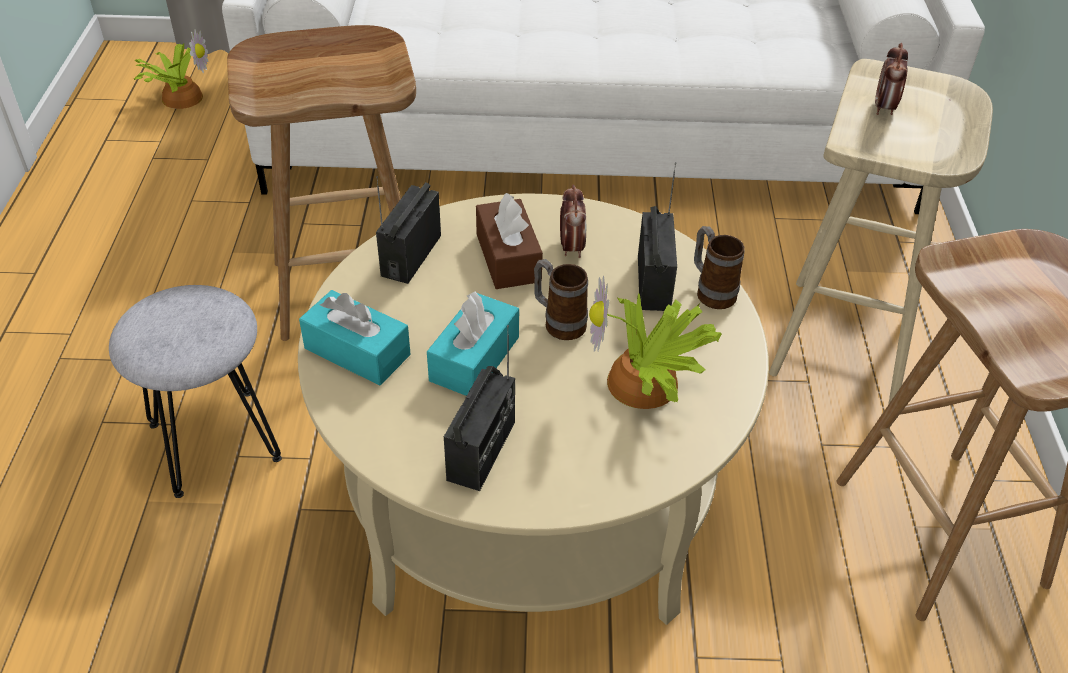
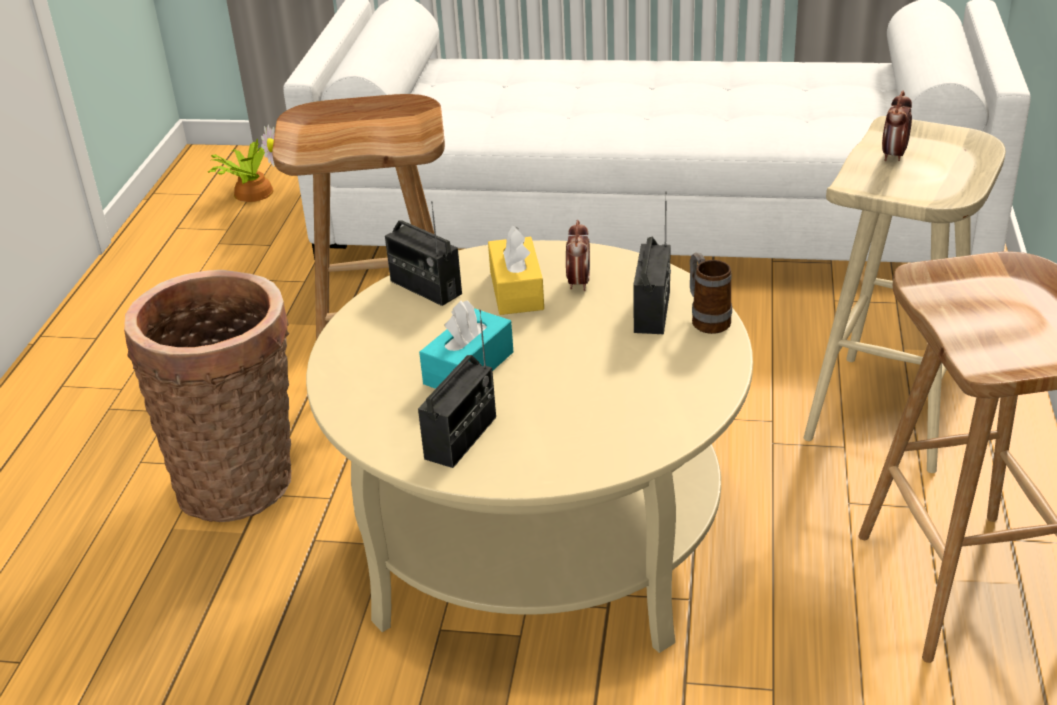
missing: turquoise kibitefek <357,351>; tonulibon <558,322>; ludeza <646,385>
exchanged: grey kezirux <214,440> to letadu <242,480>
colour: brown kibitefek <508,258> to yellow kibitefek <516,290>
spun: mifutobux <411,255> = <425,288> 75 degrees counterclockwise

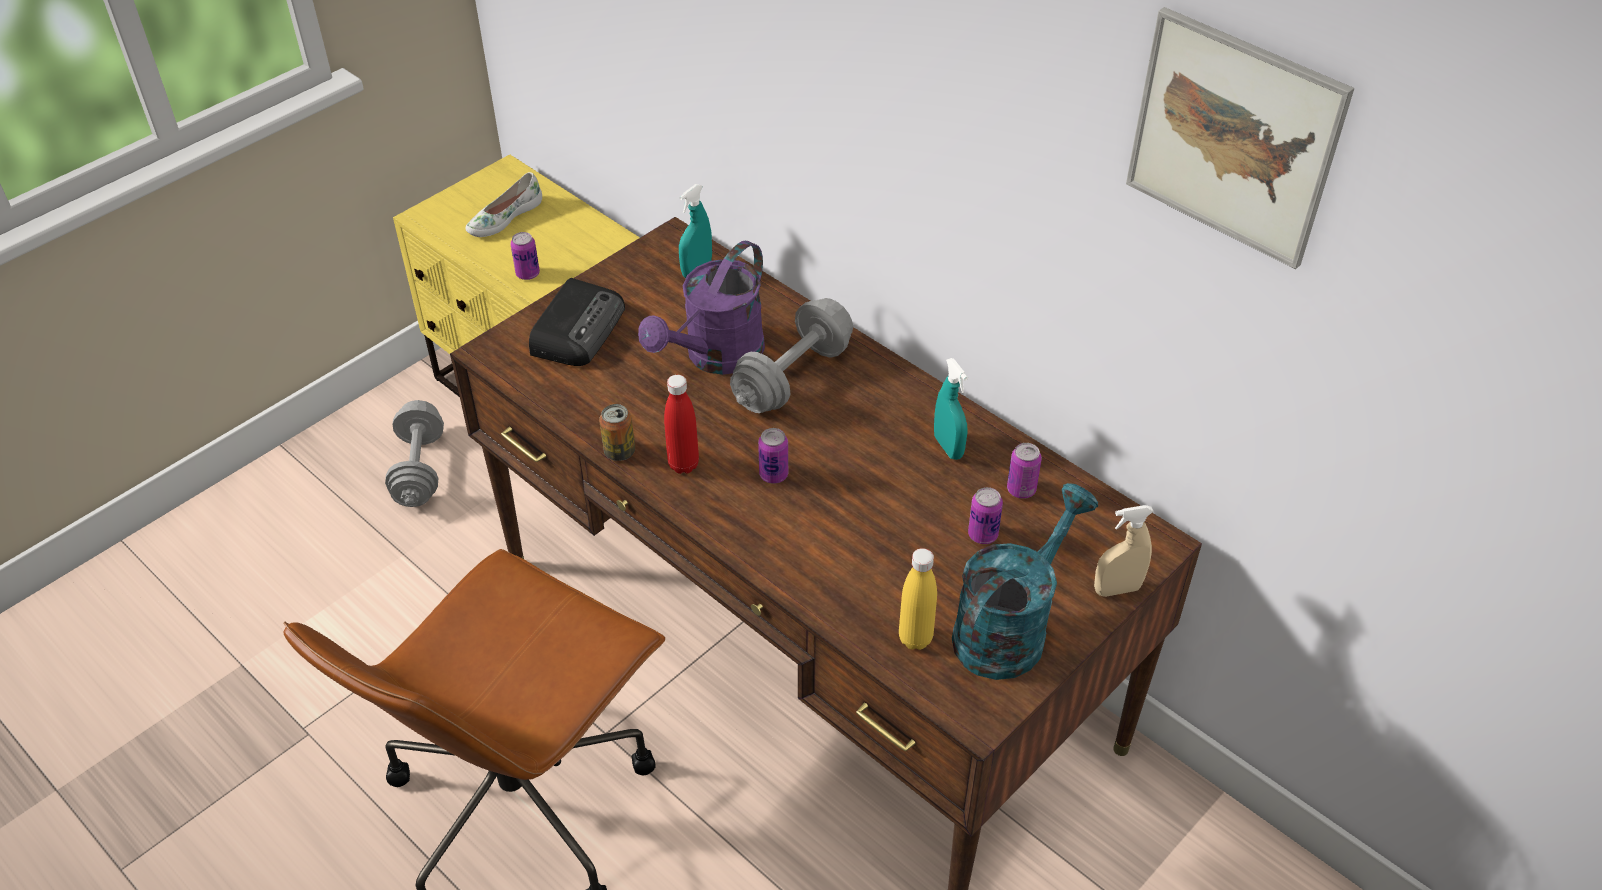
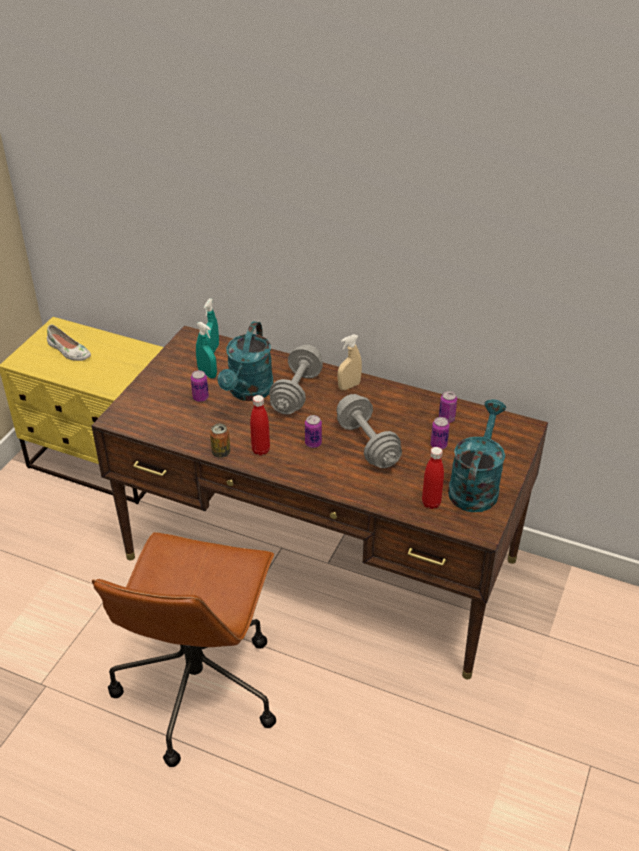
missing: mifutobux <578,329>; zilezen <1233,137>
relocated: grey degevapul <419,469> to <367,444>; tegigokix <527,274> to <200,398>; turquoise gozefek <948,447> to <207,373>; beige gozefek <1117,589> to <349,386>
colour: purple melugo <716,357> to turquoise melugo <248,392>; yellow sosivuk <915,638> to red sosivuk <431,503>
spun: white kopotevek <504,217> = <69,351> 75 degrees counterclockwise

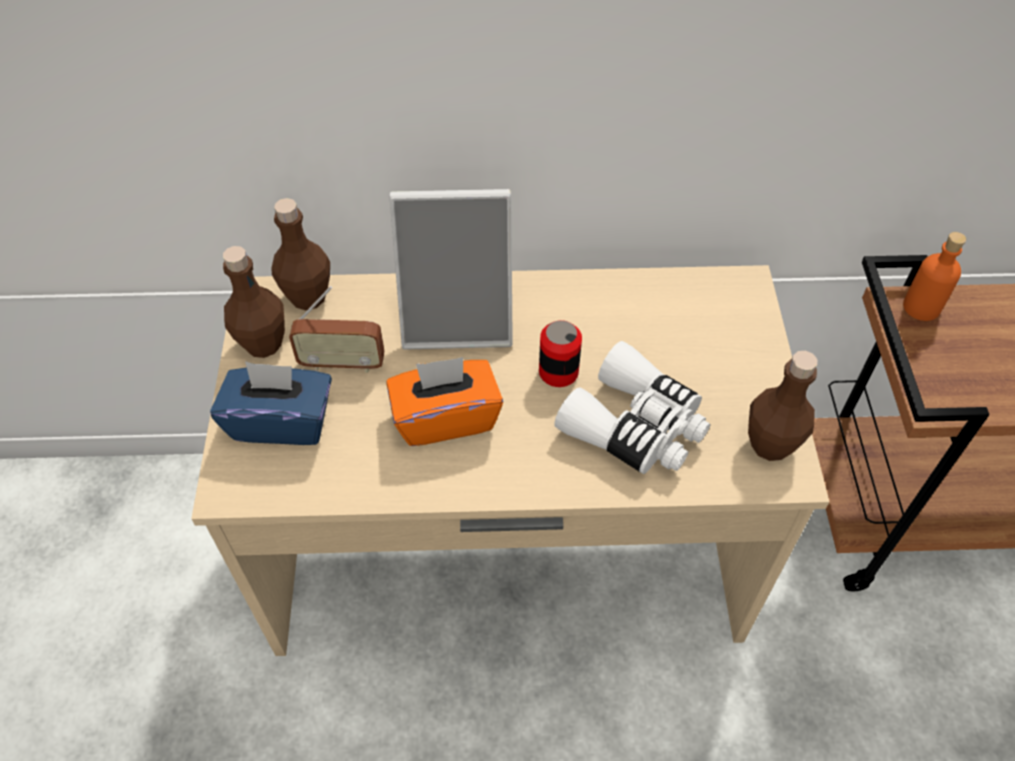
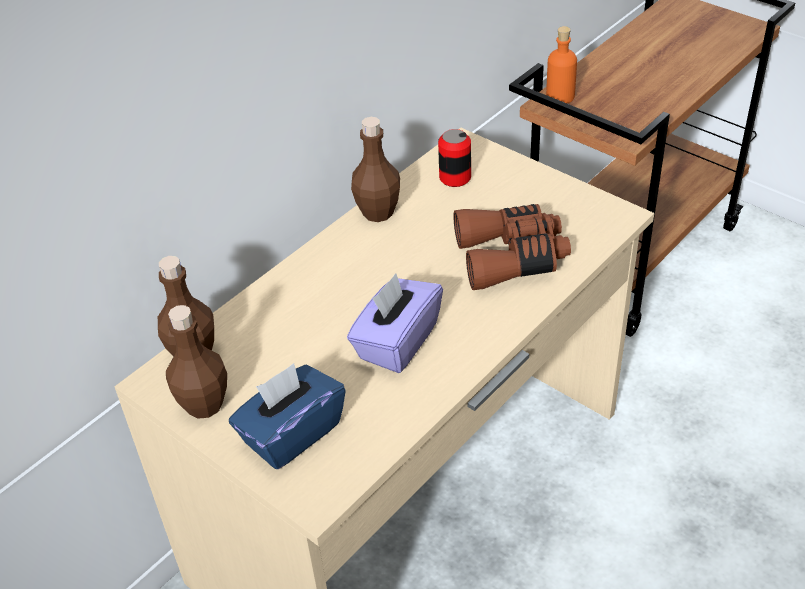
missing: mifutobux <342,363>; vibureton <458,318>
relocated: tegigokix <558,372> to <455,177>; brown sosivuk <770,444> to <378,212>
colour: orange kibitefek <445,418> to purple kibitefek <397,342>; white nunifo <636,426> to brown nunifo <511,257>

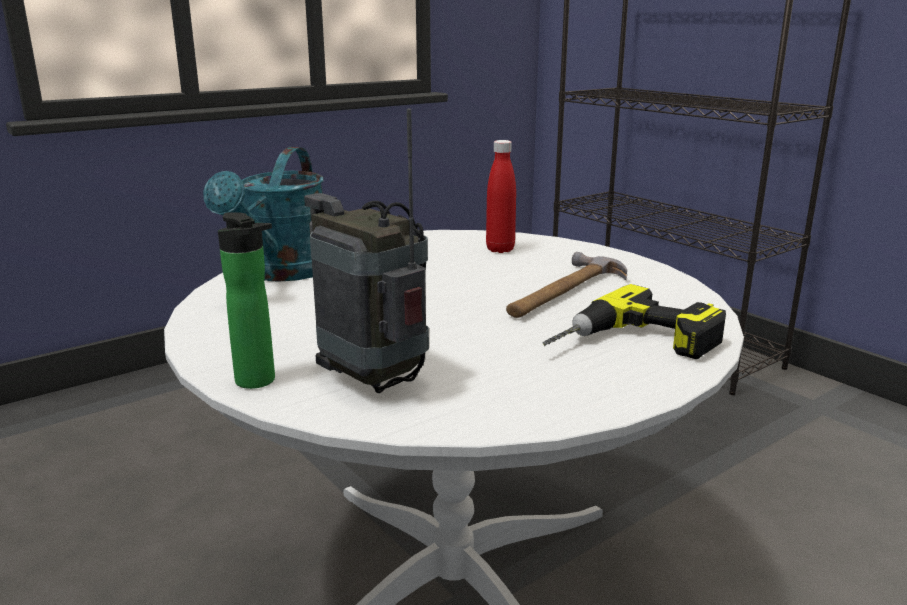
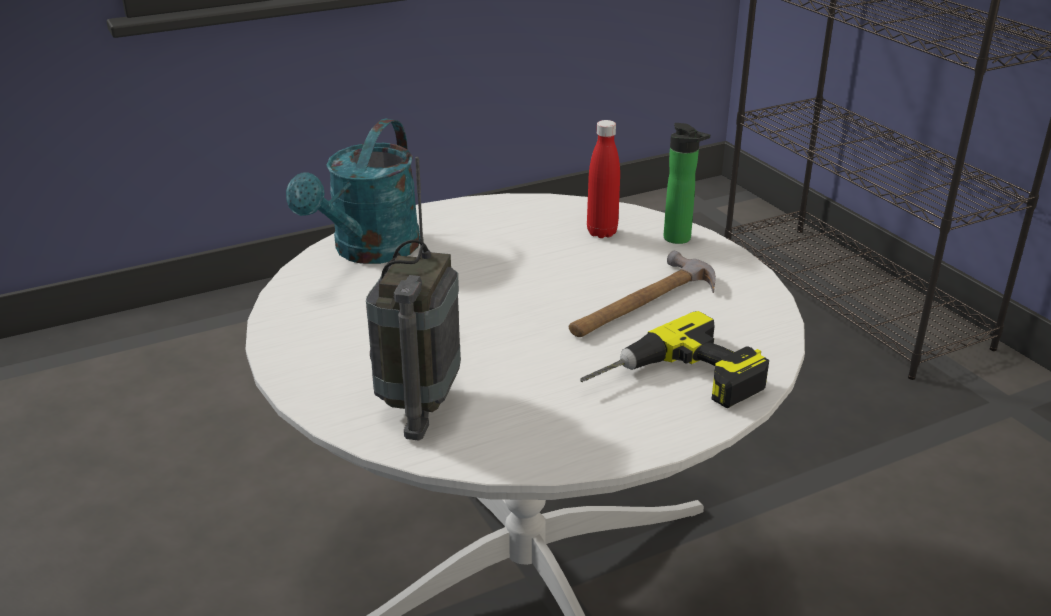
relocated: sosivuk <259,382> to <680,239>
spun: mifutobux <373,380> = <419,403> 135 degrees counterclockwise

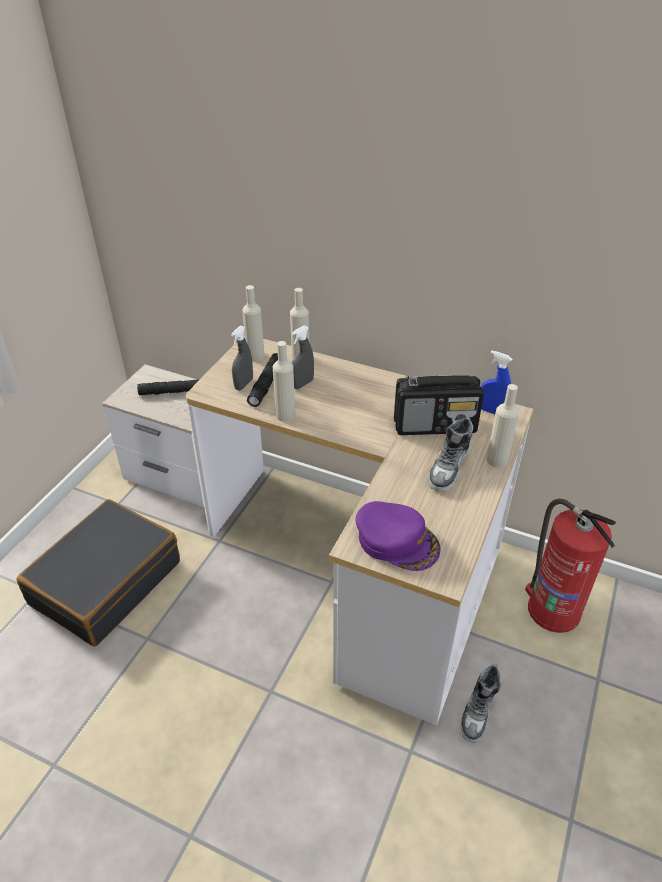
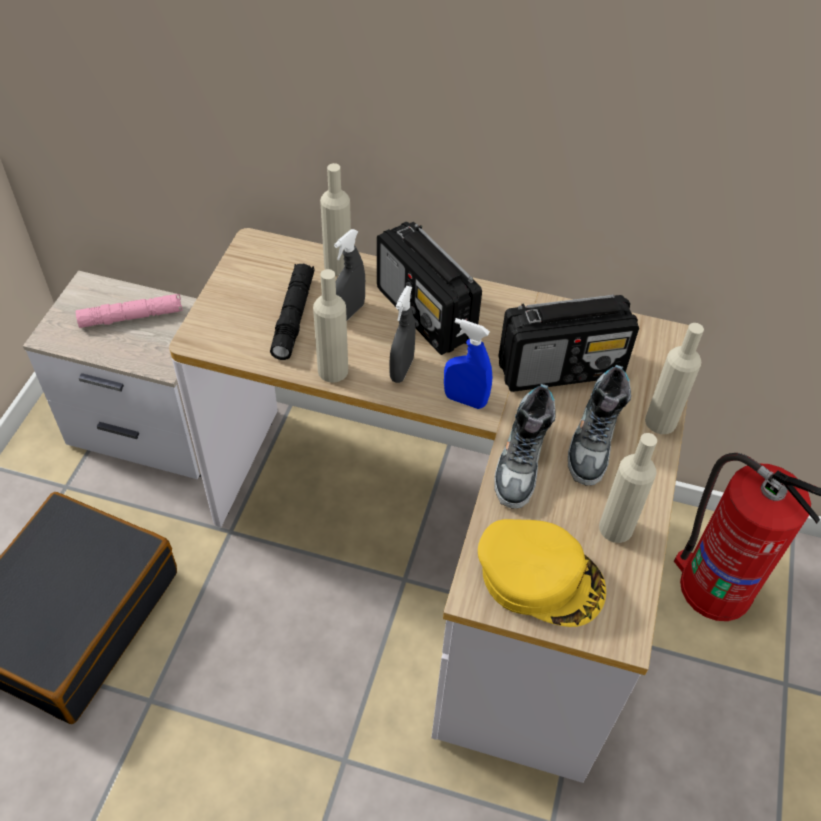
appeared: mifutobux <426,314>
relocated: grey gozefek <244,384> to <401,369>; beige sosivuk <255,356> to <616,528>; kopotevek <478,710> to <521,462>; blue gozefek <491,411> to <465,400>
colour: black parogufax <172,392> to pink parogufax <131,317>; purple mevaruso <397,540> to yellow mevaruso <540,576>

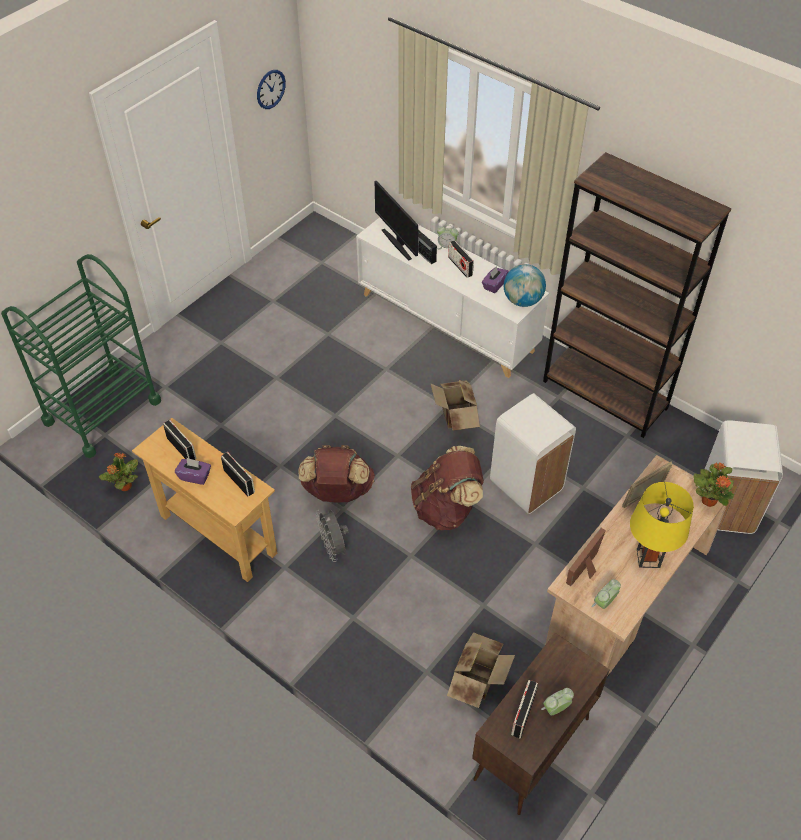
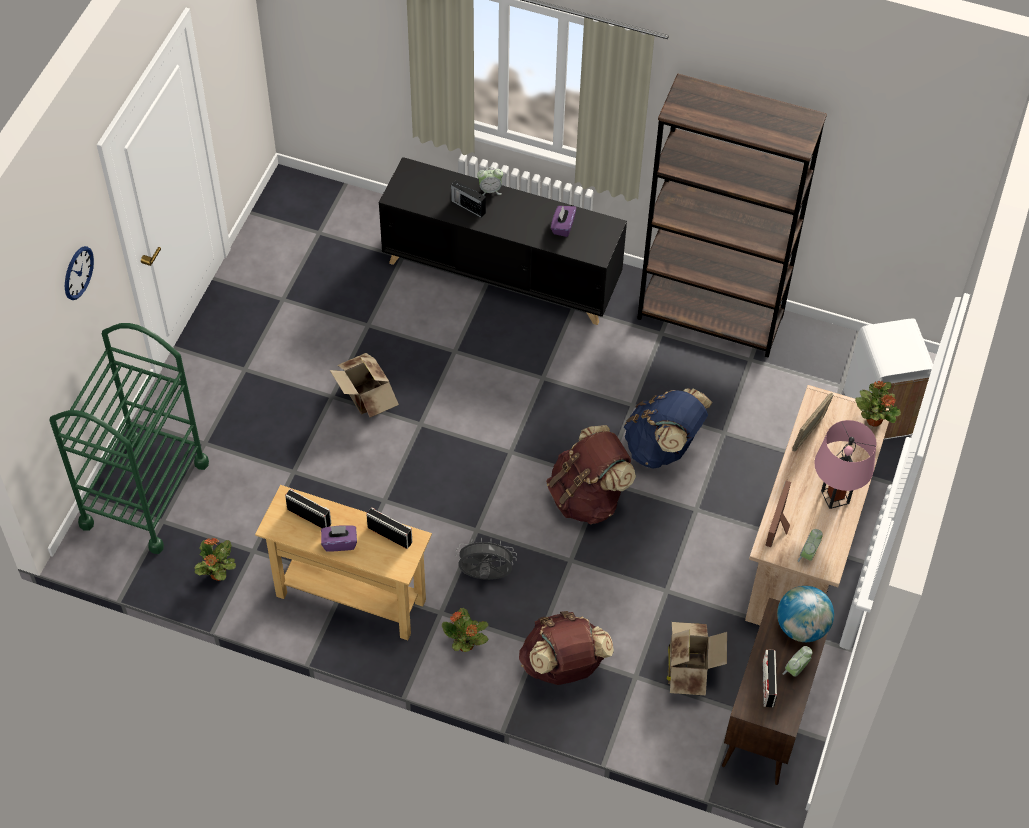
missing: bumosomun <398,244>; mifutobux <460,266>
appeared: ludeza <466,645>
relocated: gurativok <270,89> to <78,272>; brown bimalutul <337,492> to <563,666>; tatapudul <455,418> to <365,399>; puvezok <522,300> to <801,627>
exchanged: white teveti <526,486> to blue bimalutul <663,447>
colour: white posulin <447,322> to black posulin <502,274>; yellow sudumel <648,558> to pink sudumel <835,497>
spun: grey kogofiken <334,548> = <485,576> 135 degrees clockwise

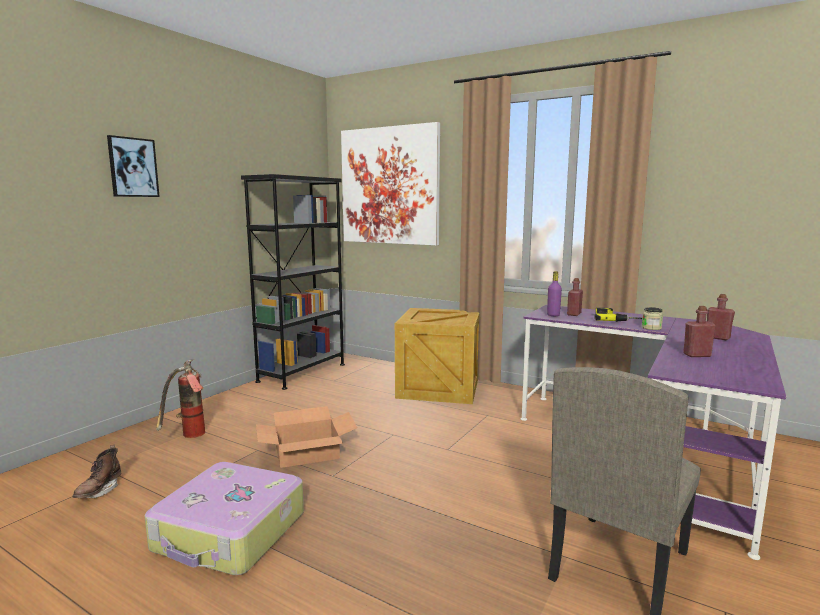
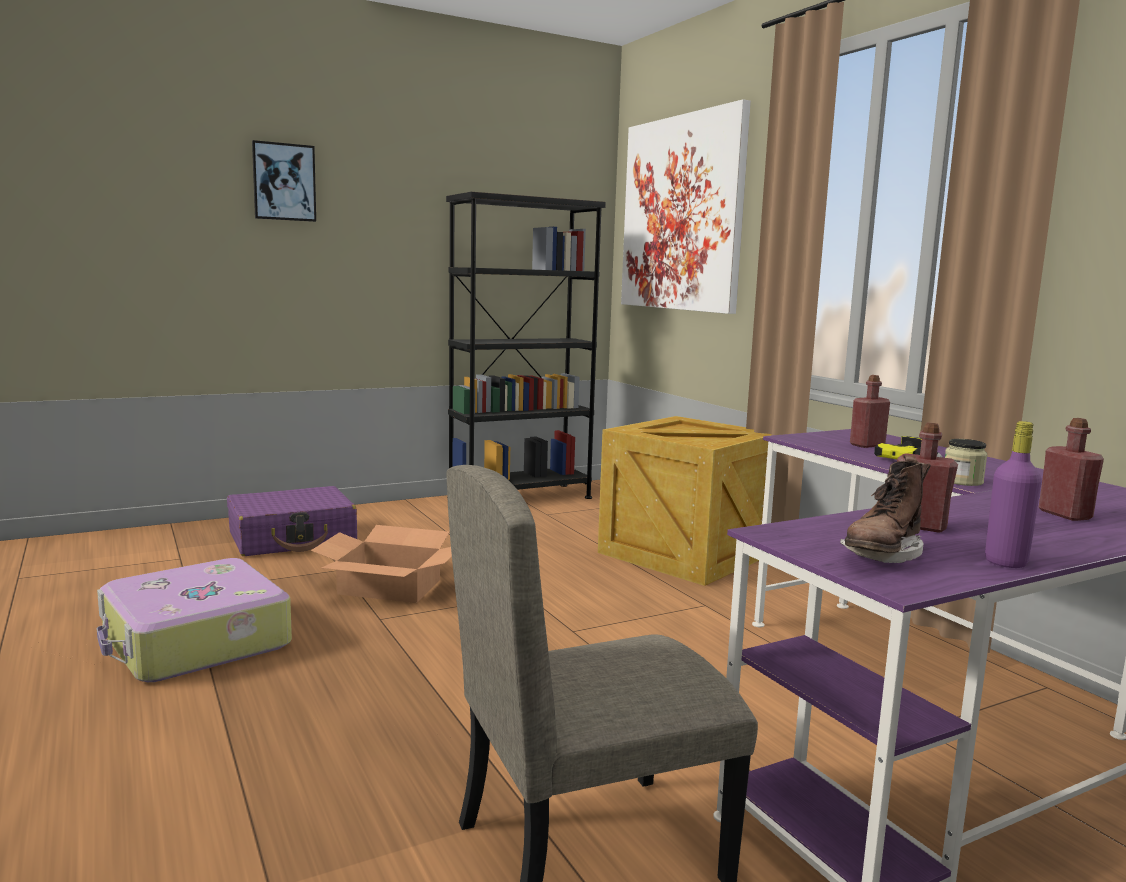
relocated: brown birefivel <99,491> to <882,555>; purple sosivuk <553,315> to <1005,562>
exchanged: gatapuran <189,437> to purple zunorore <293,538>

